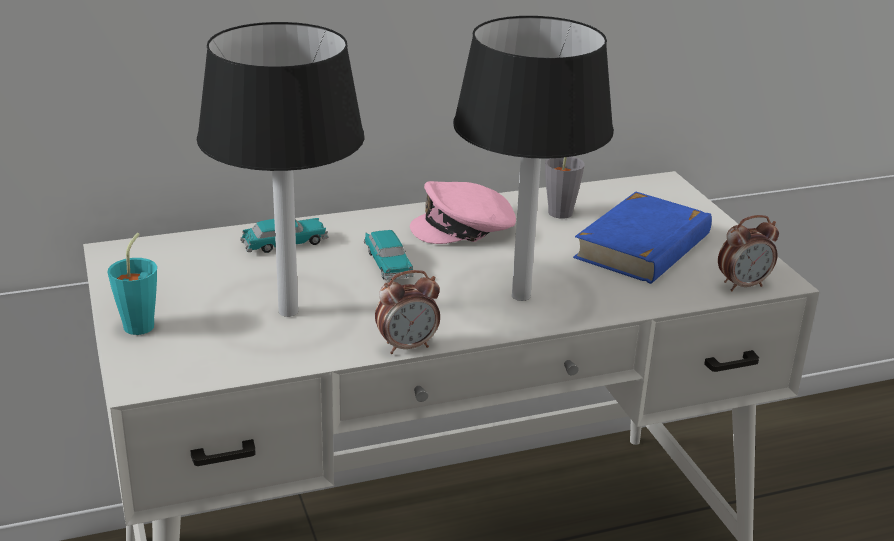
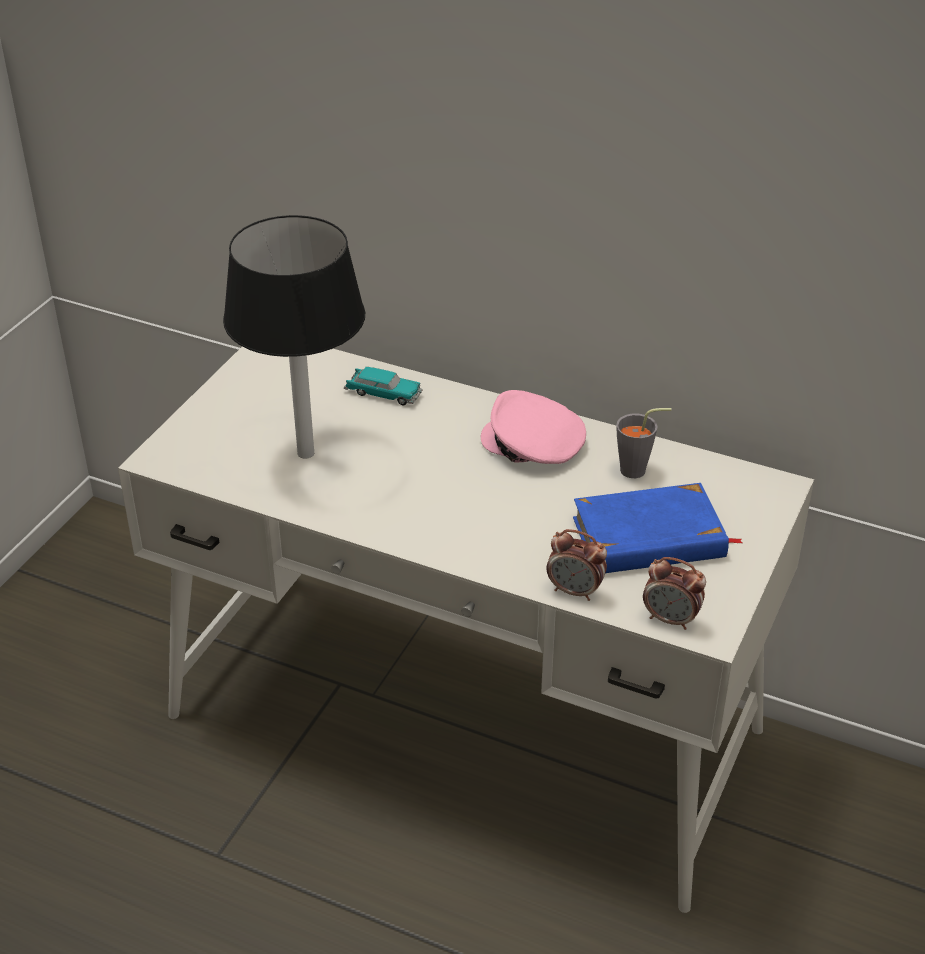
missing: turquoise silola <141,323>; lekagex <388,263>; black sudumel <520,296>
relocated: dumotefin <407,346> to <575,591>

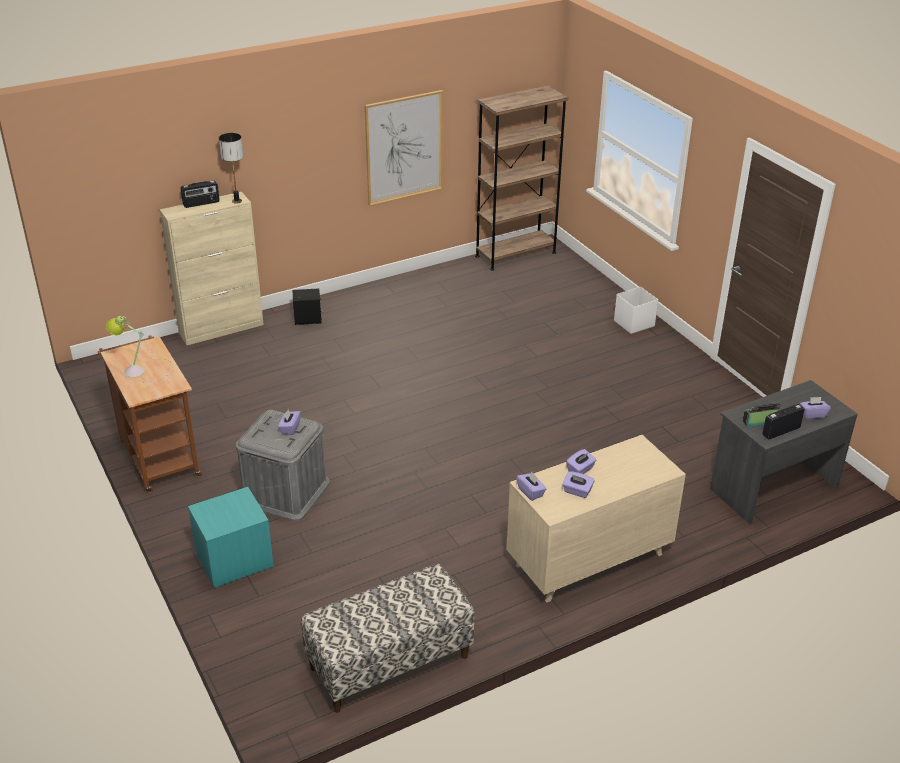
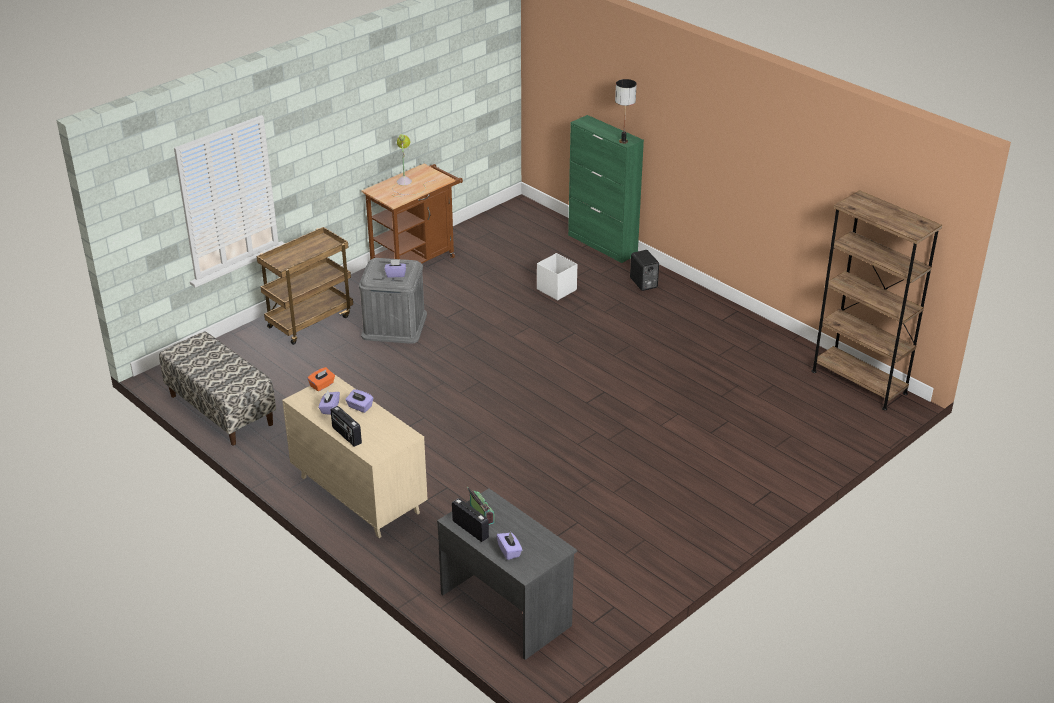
missing: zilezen <404,148>
relocated: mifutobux <201,203> to <346,436>; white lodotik <633,323> to <556,289>
exchanged: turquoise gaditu <234,560> to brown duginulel <310,321>
colour: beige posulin <222,329> to green posulin <602,245>; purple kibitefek <531,492> to orange kibitefek <322,385>

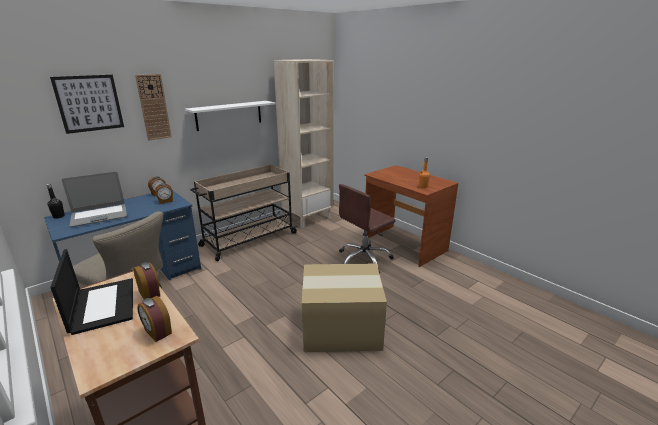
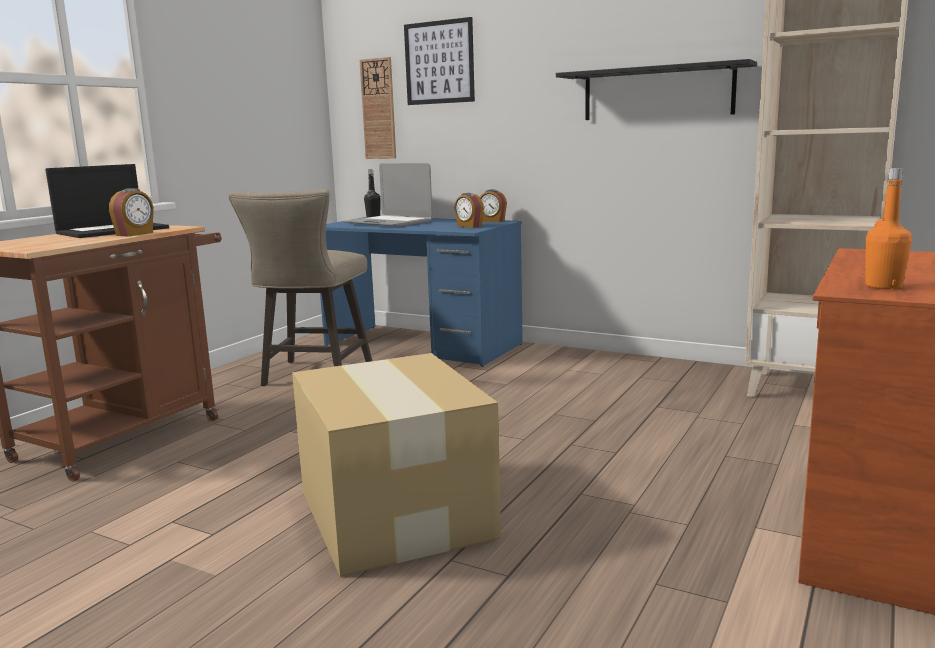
missing: dumotefin <157,332>; beige duginulel <248,239>; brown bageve <364,259>
relocated: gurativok <154,107> to <378,109>
colour: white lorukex <229,115> to black lorukex <657,93>

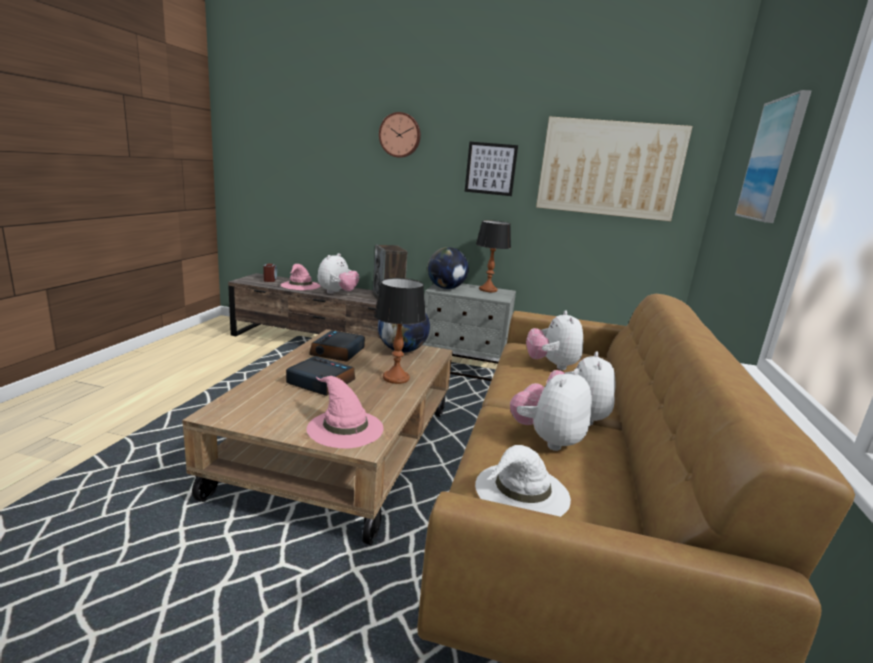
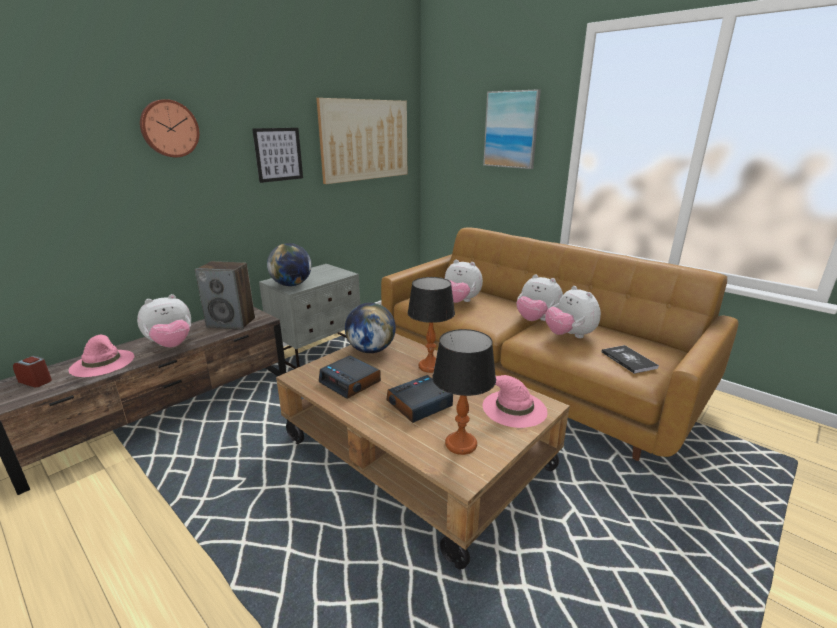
relocated: sudumel <487,290> to <461,444>
exchanged: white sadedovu <521,492> to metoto <628,360>
spun: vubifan <337,293> = <171,345> 90 degrees clockwise

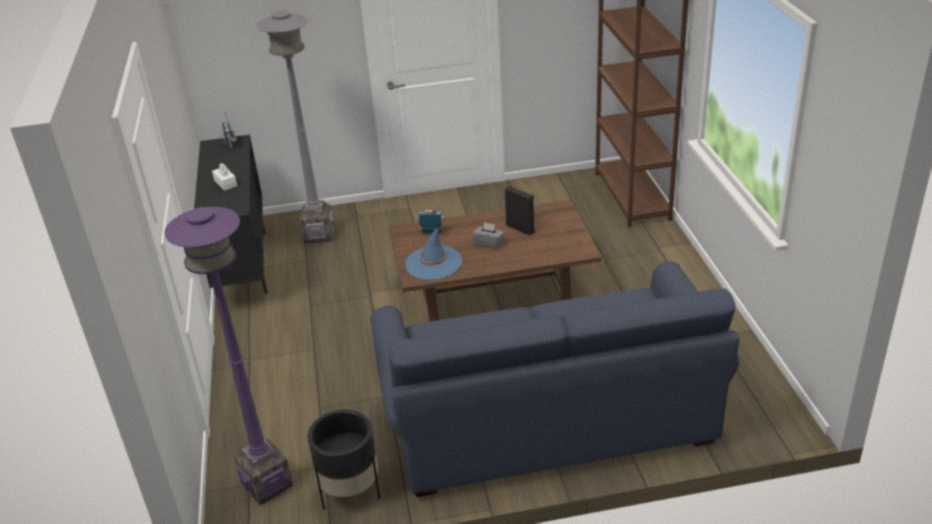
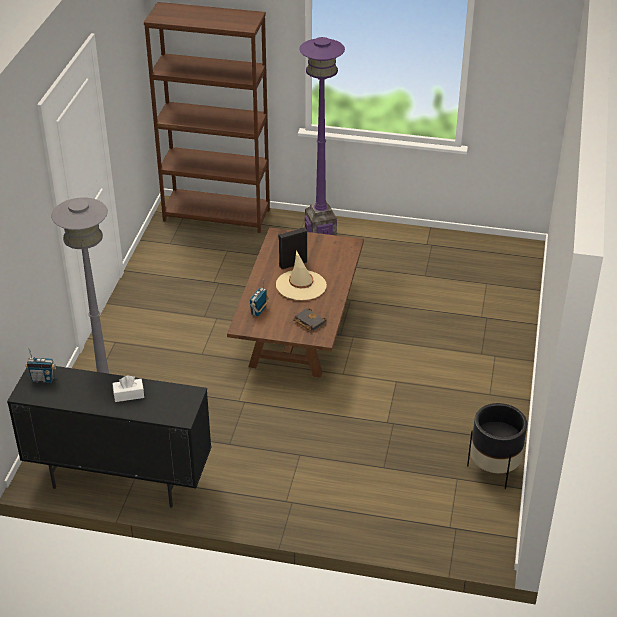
missing: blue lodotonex <548,418>
relocated: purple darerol <267,484> to <320,234>
exchanged: blue sadedovu <433,263> to black metoto <308,322>; grey kibitefek <489,243> to beige sadedovu <301,285>

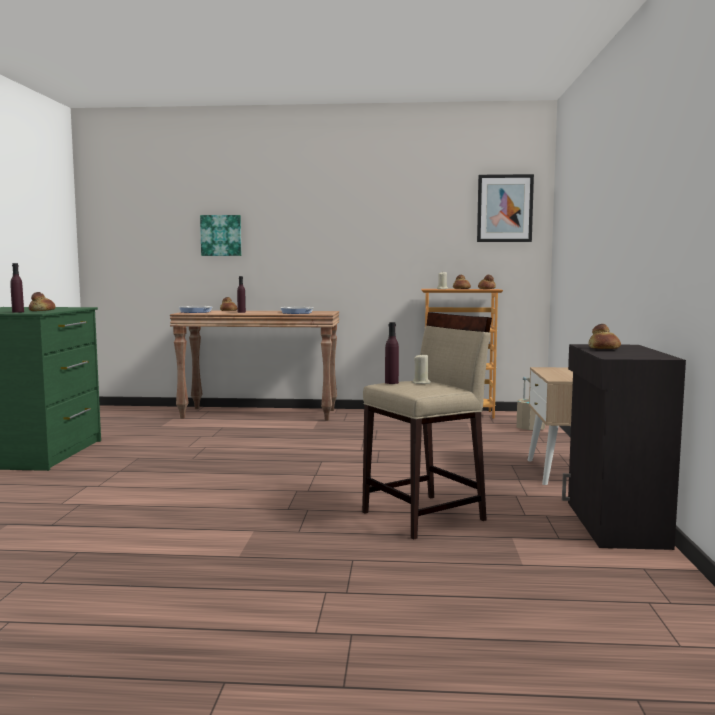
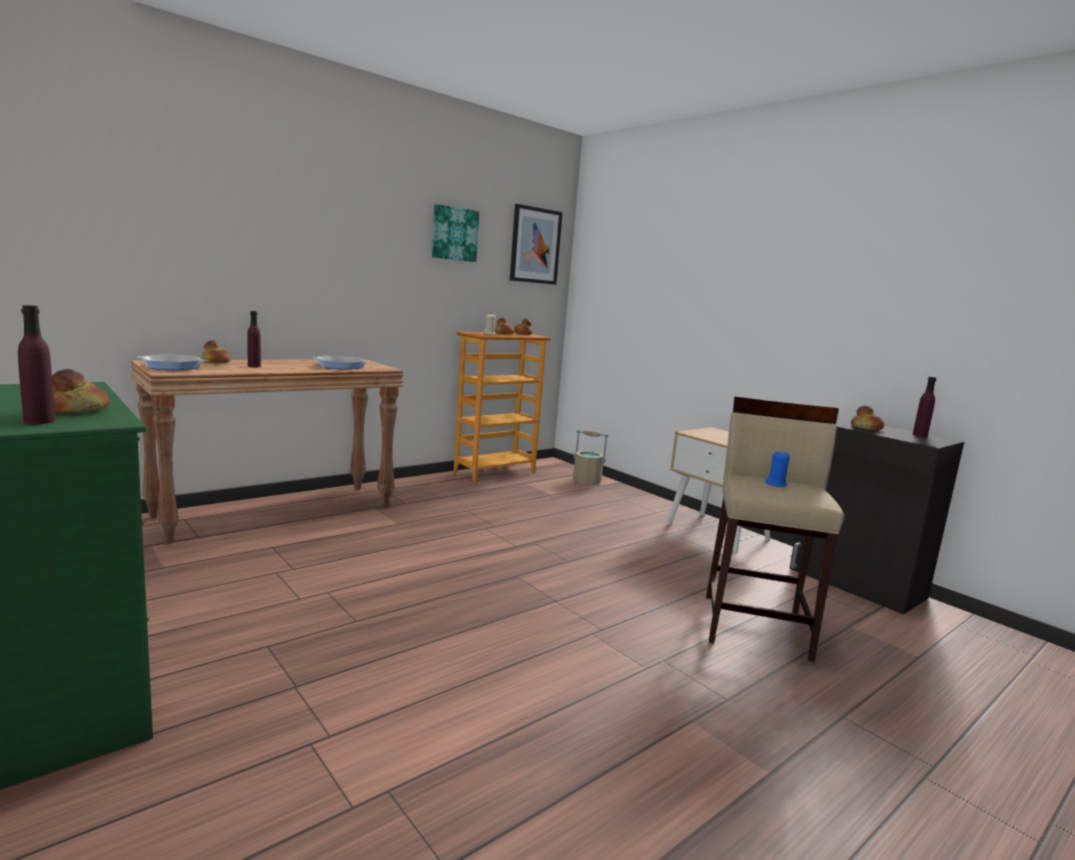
relocated: zilezen <221,235> to <454,234>; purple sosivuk <391,382> to <920,435>
colour: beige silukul <421,383> to blue silukul <776,484>

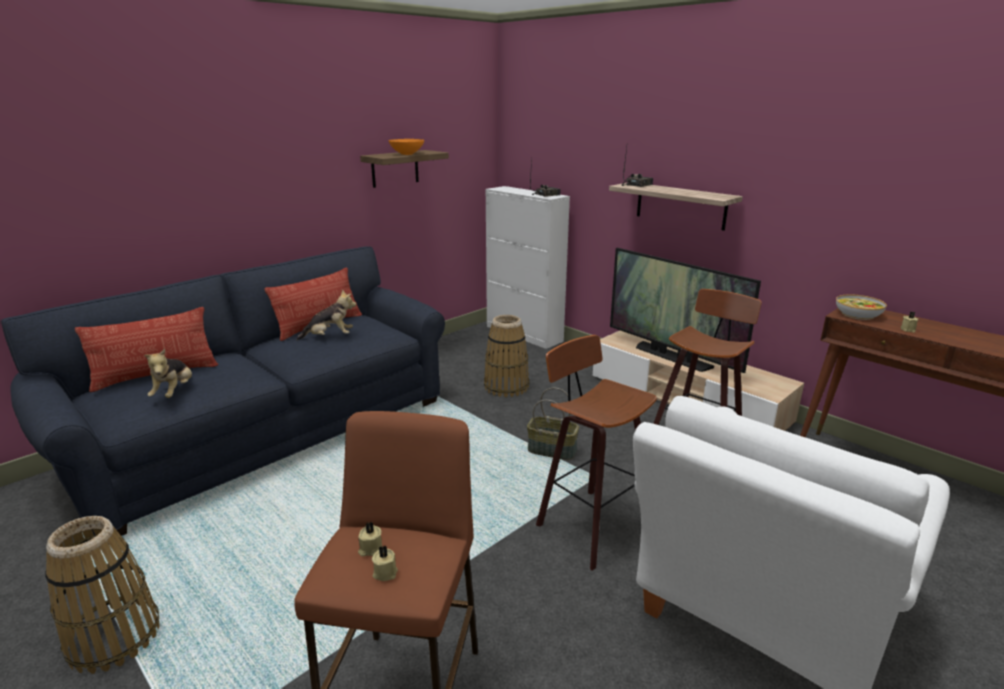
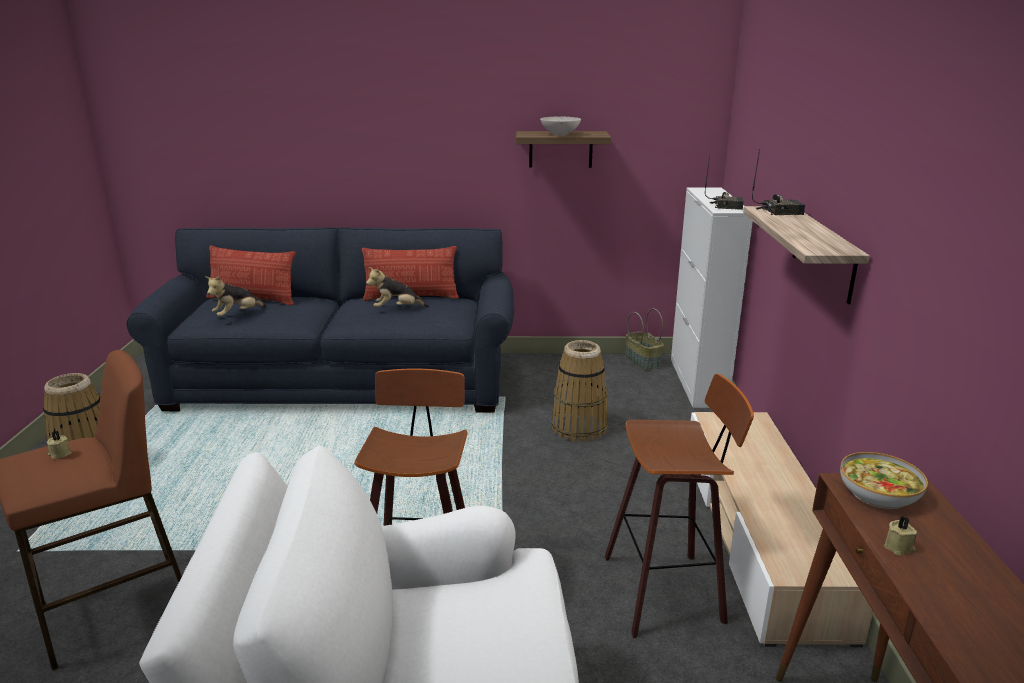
missing: beige silukul <385,572>; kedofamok <672,357>
relocated: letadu <552,450> to <643,361>
colour: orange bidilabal <407,154> to white bidilabal <560,134>
spun: vubifan <330,337> = <397,309> 135 degrees clockwise

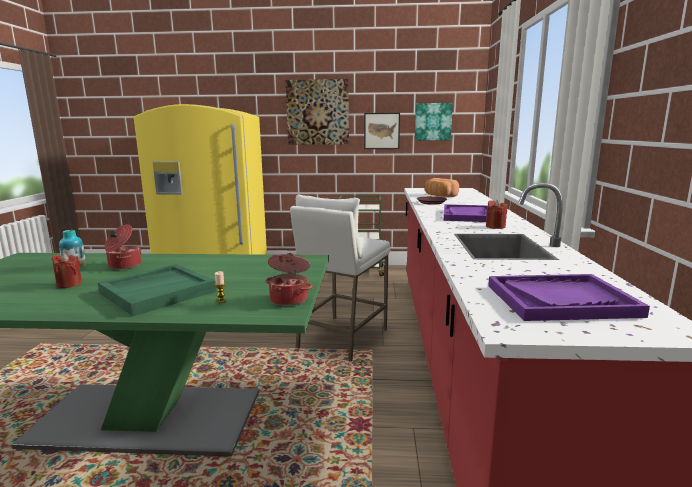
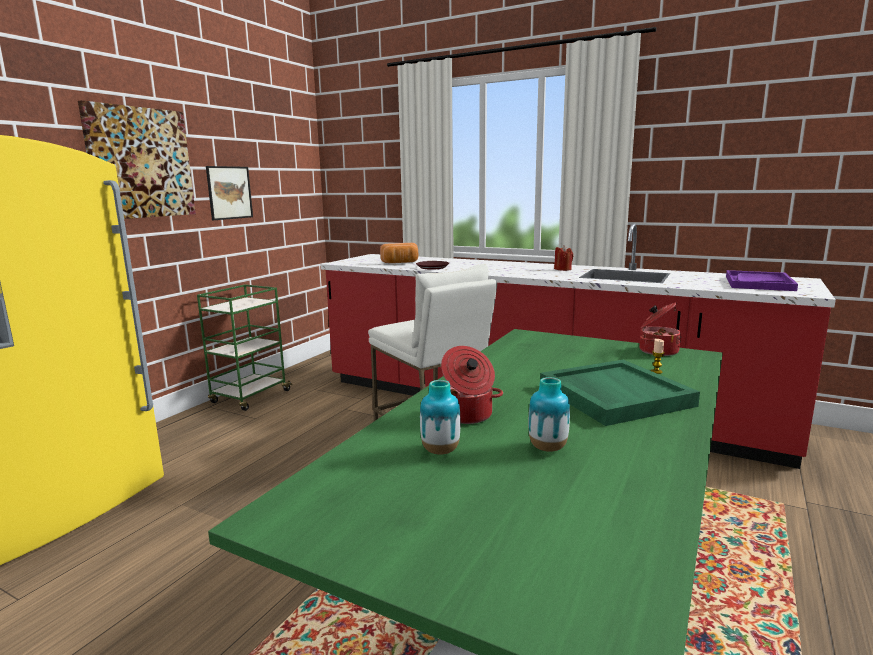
missing: zilezen <433,121>; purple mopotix <467,215>
exchanged: red silukul <69,284> to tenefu <547,448>

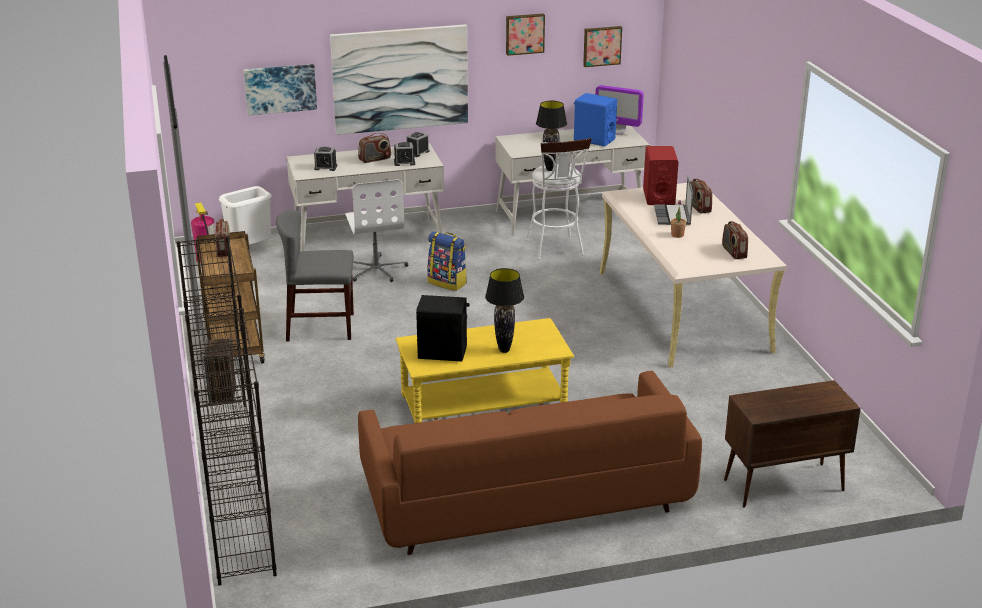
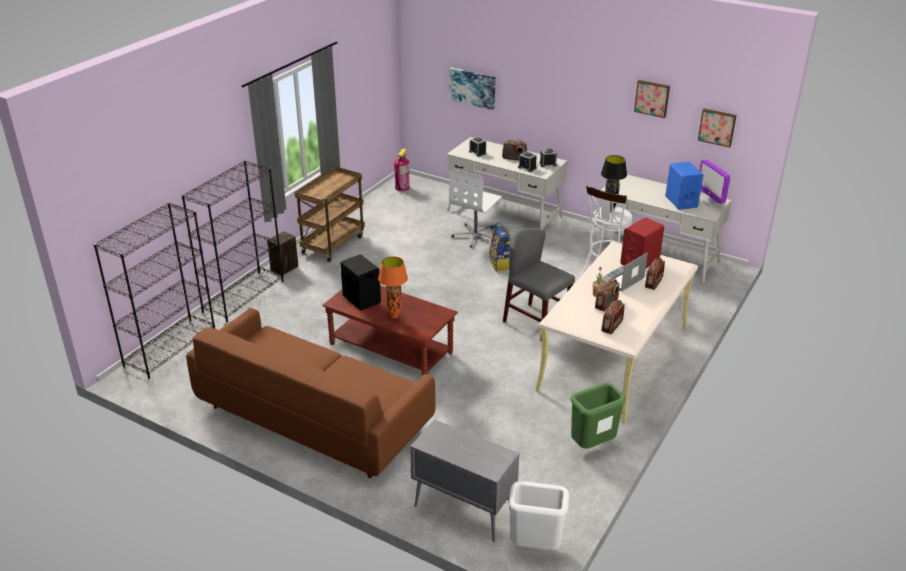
missing: zilezen <400,79>
appeared: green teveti <592,445>
relocated: mifutobux <224,250> to <606,304>; white teveti <250,250> to <535,547>; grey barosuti <320,327> to <536,322>
colour: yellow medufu <483,403> to brown medufu <390,348>; black sudumel <504,350> to orange sudumel <394,317>; brown posulin <782,485> to grey posulin <462,510>

